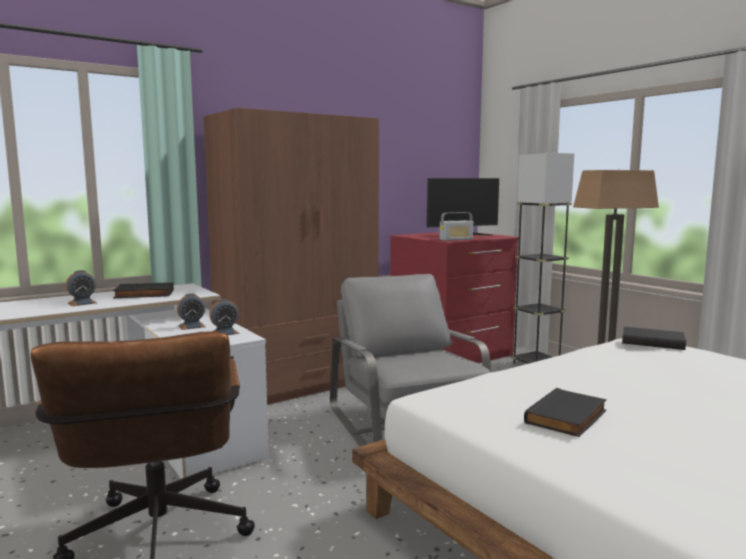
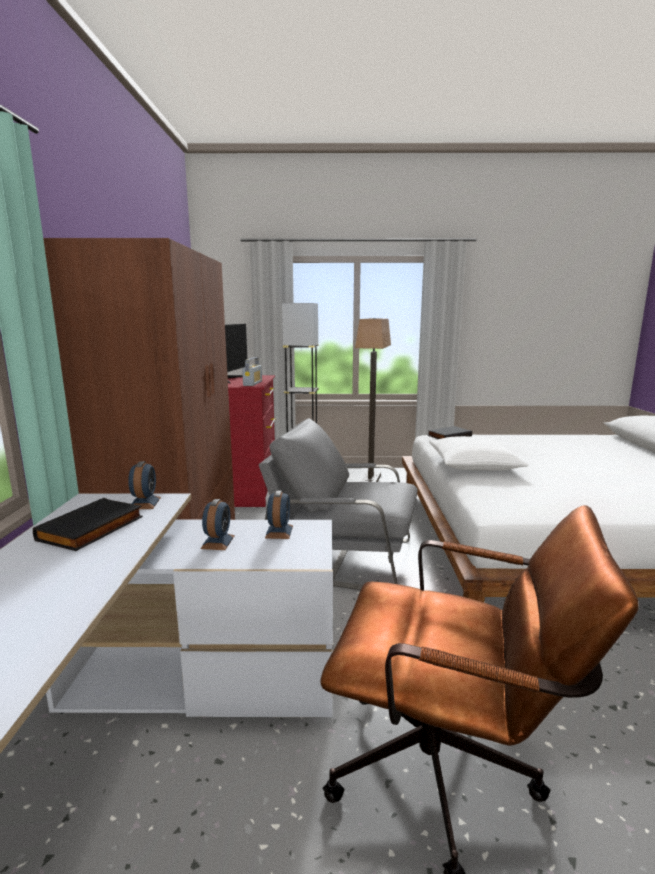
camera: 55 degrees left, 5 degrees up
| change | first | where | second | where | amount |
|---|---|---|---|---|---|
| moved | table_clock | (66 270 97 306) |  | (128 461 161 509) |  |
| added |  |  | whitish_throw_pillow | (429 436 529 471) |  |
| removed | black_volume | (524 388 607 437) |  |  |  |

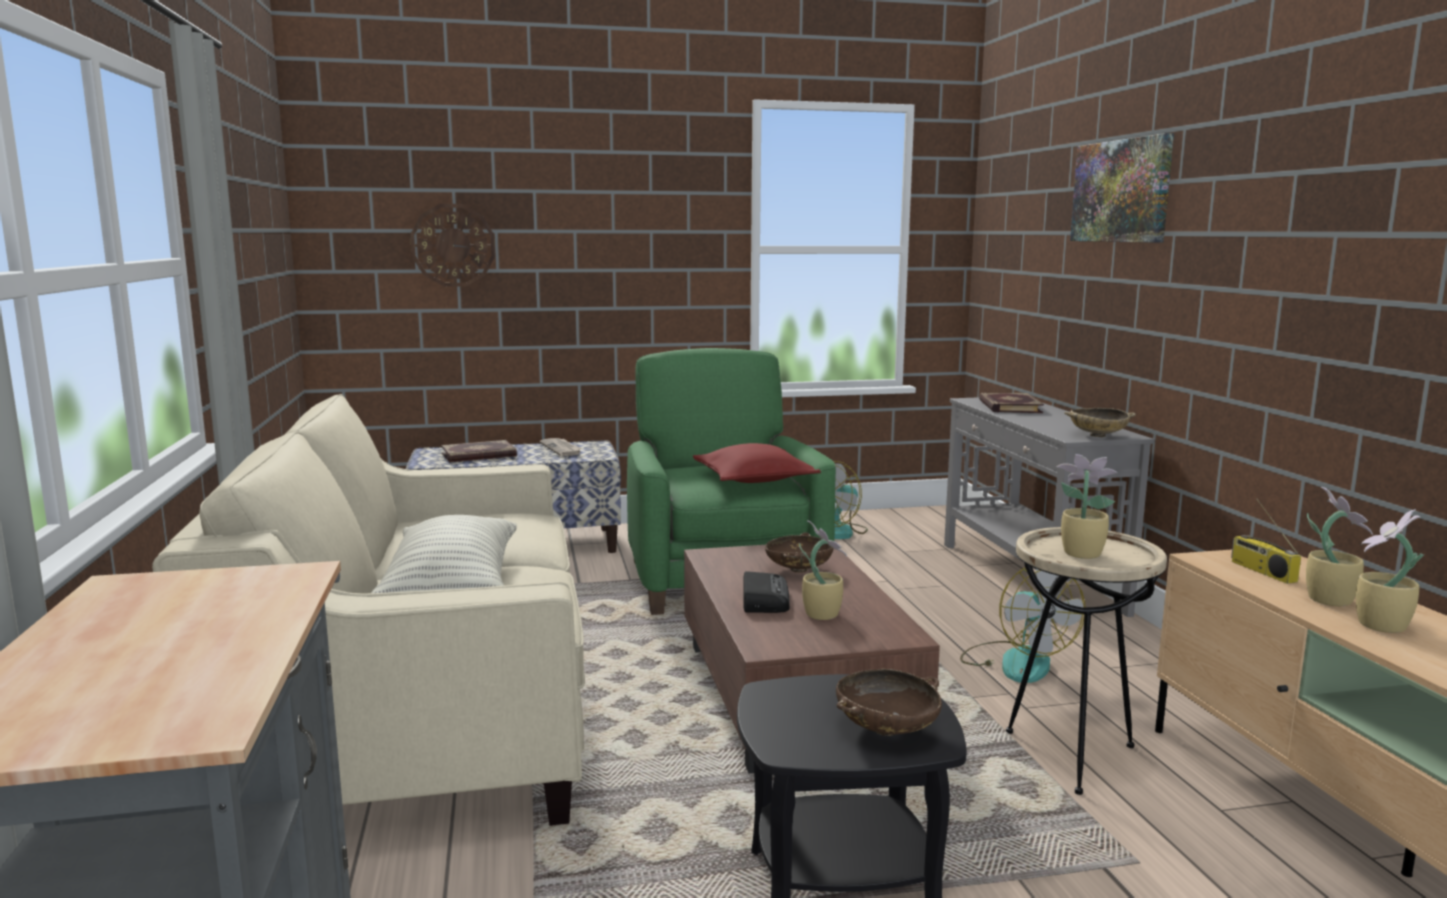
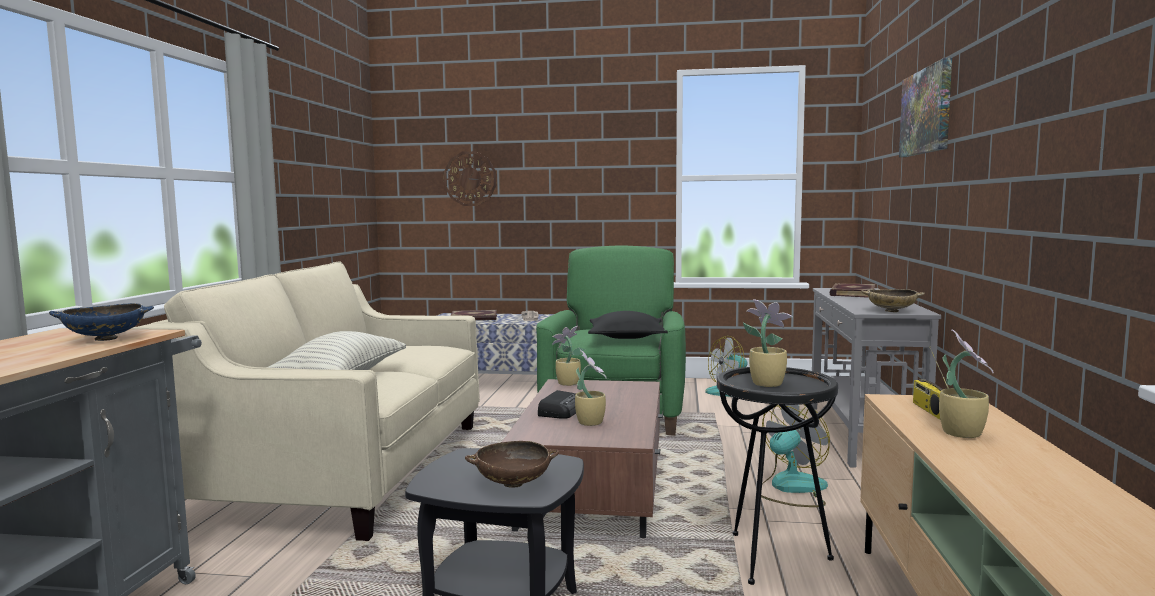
camera: 20 degrees right, 5 degrees down
| change | first | where | second | where | amount |
|---|---|---|---|---|---|
| added |  |  | blue_bowl | (49 303 154 341) |  |
| moved | potted_plant | (1356 509 1424 633) |  | (552 326 585 386) |  |
| recoloured | red_throw_pillow | (693 443 821 483) | black_throw_pillow | (588 311 668 339) |  |
| recoloured | sand-coloured_end_table | (1006 527 1167 795) | black_end_table | (717 367 838 585) |  |
| turned | fan | (960 567 1085 683) |  | (761 404 830 507) | 135 degrees counterclockwise |
| removed | brown_bowl | (765 533 833 573) |  |  |  |

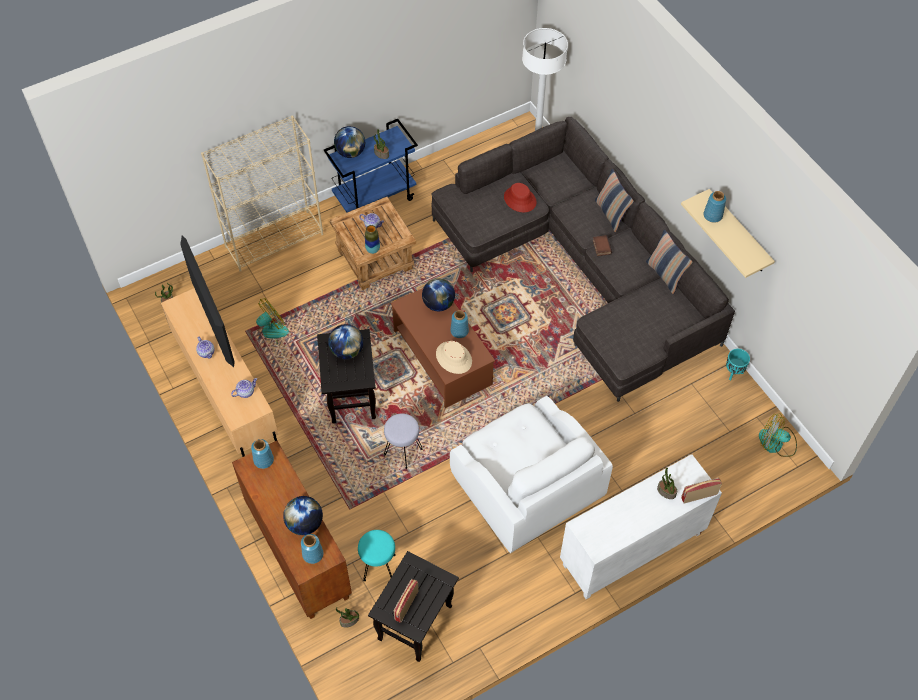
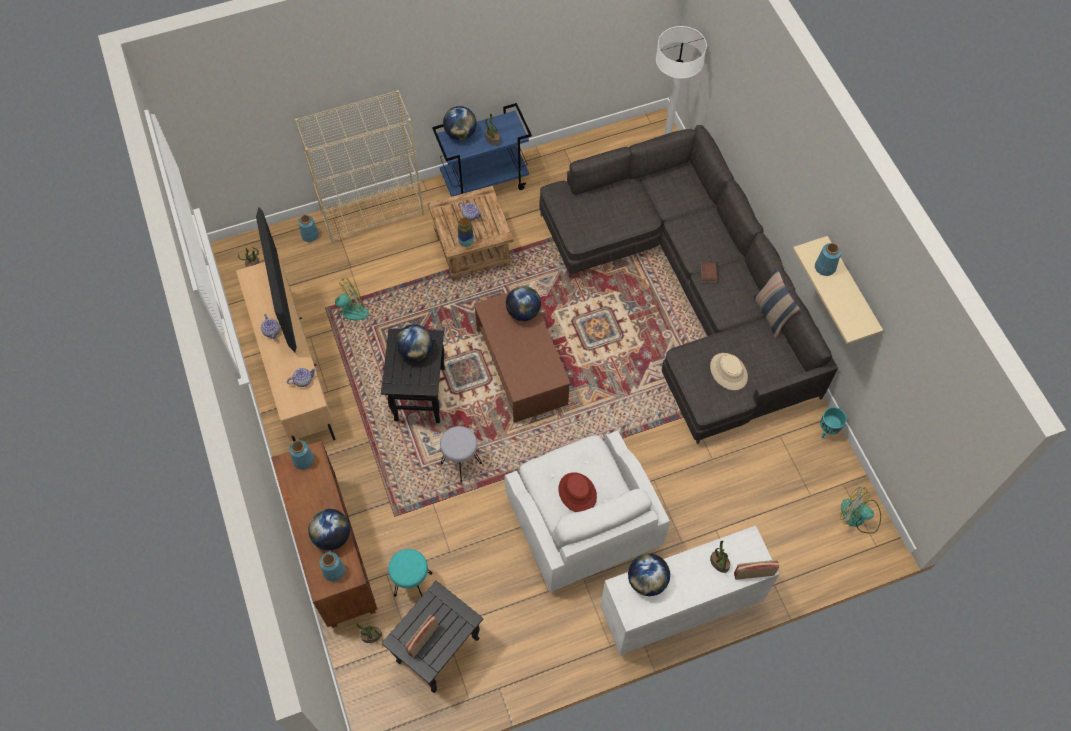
camera: 10 degrees right, 5 degrees up
| change | first | where | second | where | amount |
|---|---|---|---|---|---|
| moved | blue_decorative_vase | (450 310 469 338) |  | (298 215 319 242) |  |
| moved | red_clothing_hat | (504 183 537 212) |  | (558 472 597 512) |  |
| added |  |  | desk_globe | (628 554 670 596) |  |
| moved | sand-coloured_clothing_hat | (436 341 472 374) |  | (710 353 748 390) |  |
| removed | throw_pillow | (595 169 634 233) |  |  |  |

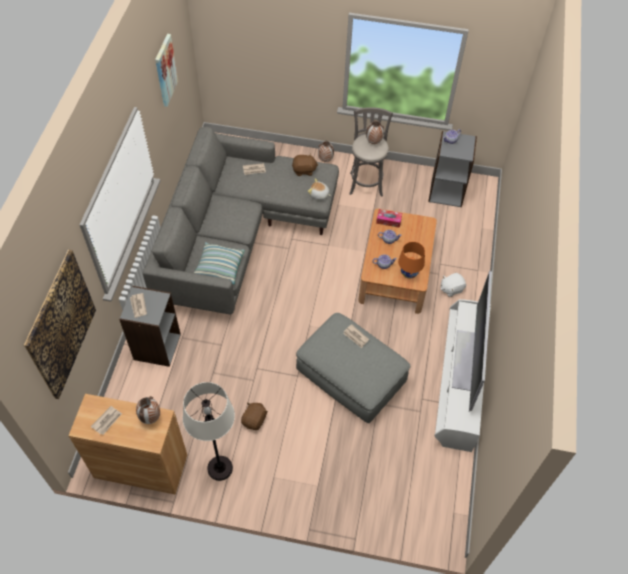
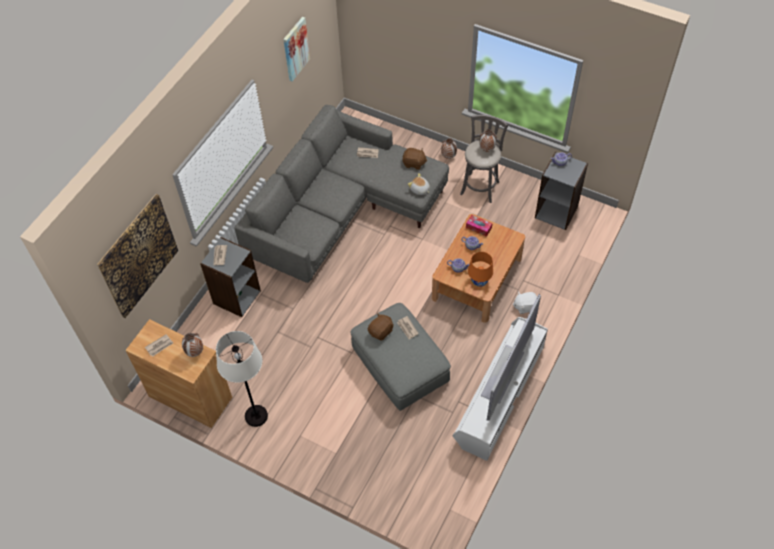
camera: 20 degrees right, 0 degrees up
| change | first | where | second | where | amount |
|---|---|---|---|---|---|
| moved | brown_cuddly_toy | (241 402 268 430) |  | (368 313 394 341) |  |
| removed | throw_pillow | (194 242 244 284) |  |  |  |

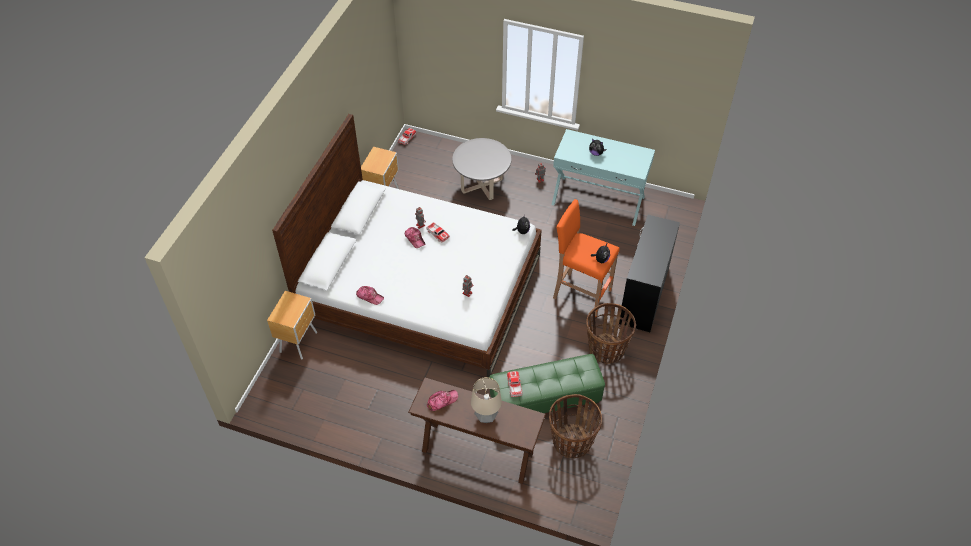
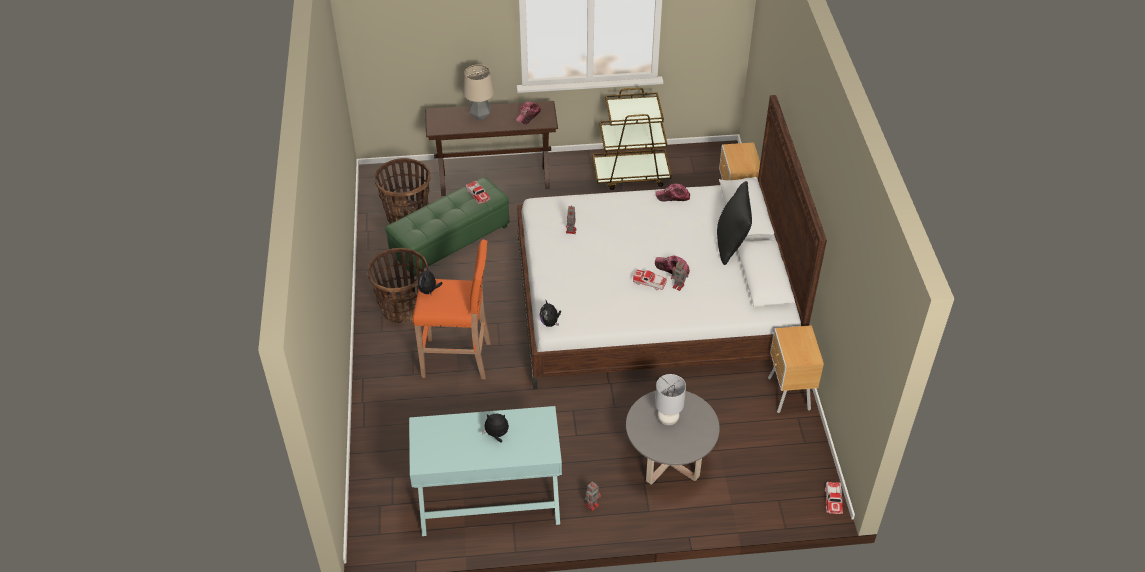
camera: 155 degrees right, 5 degrees down
| change | first | where | second | where | amount |
|---|---|---|---|---|---|
| added |  |  | brown_wheeled_cart | (593 88 672 190) |  |
| added |  |  | grey_table_lamp | (655 374 686 425) |  |
| added |  |  | black_throw_pillow | (717 181 752 265) |  |
| removed | black_desk_table | (619 215 680 332) |  |  |  |

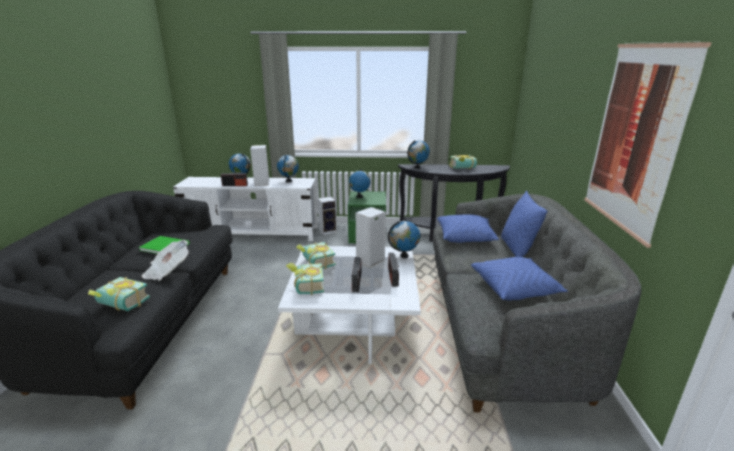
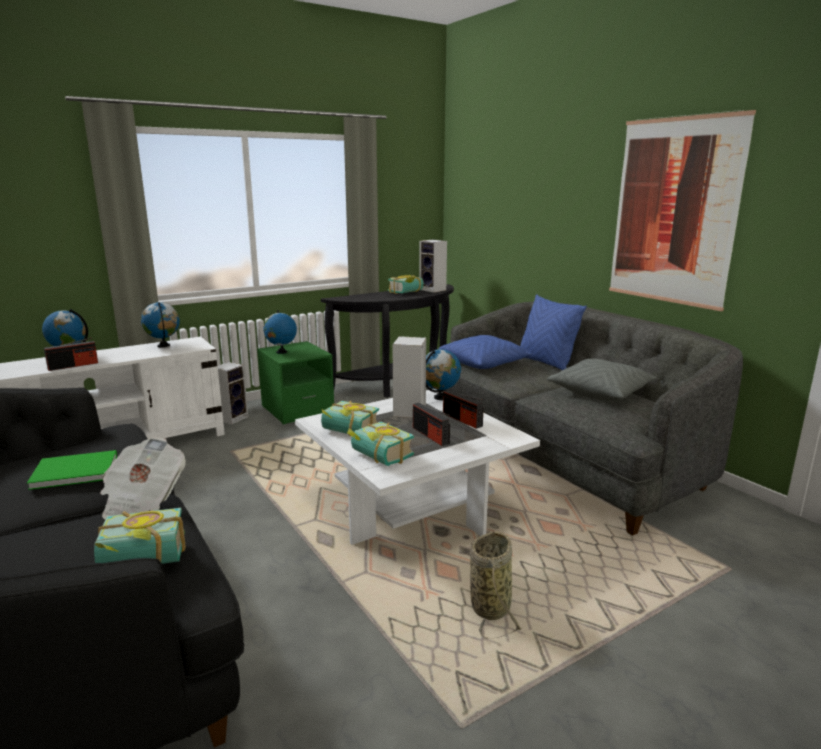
camera: 35 degrees left, 5 degrees down
| change | first | where | second | where | amount |
|---|---|---|---|---|---|
| moved | audio_speaker | (250 145 269 186) |  | (419 240 447 293) |  |
| added |  |  | household_basket | (470 531 522 639) |  |
| recoloured | blue_throw_pillow | (471 257 568 301) | grey_throw_pillow | (547 359 657 401) |  |
| removed | desk_globe | (408 140 430 169) |  |  |  |

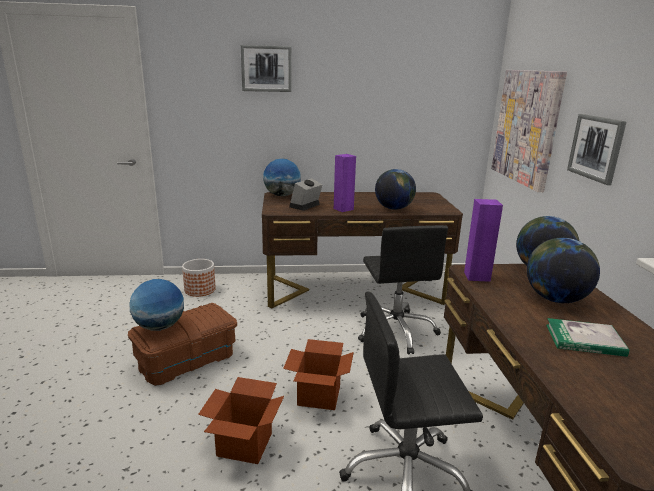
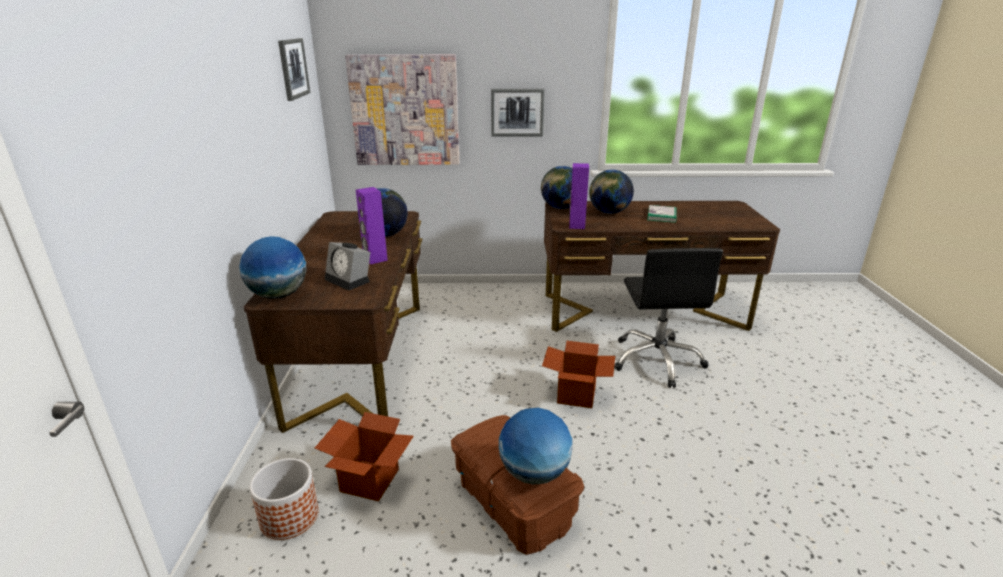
camera: 85 degrees left, 5 degrees up
| change | first | where | second | where | amount |
|---|---|---|---|---|---|
| moved | wall_art | (241 45 291 92) |  | (278 38 311 101) |  |
| moved | cardboard_box | (198 377 284 464) |  | (315 412 414 501) |  |
| removed | black_desk_chair | (358 225 448 355) |  |  |  |

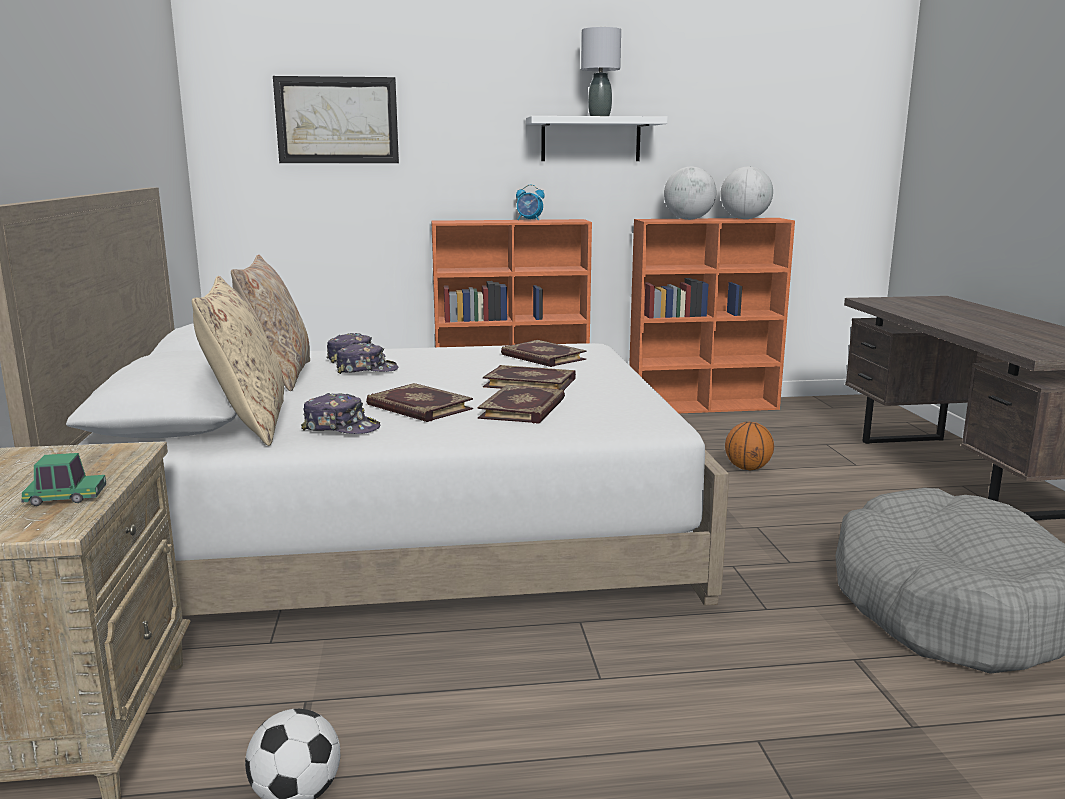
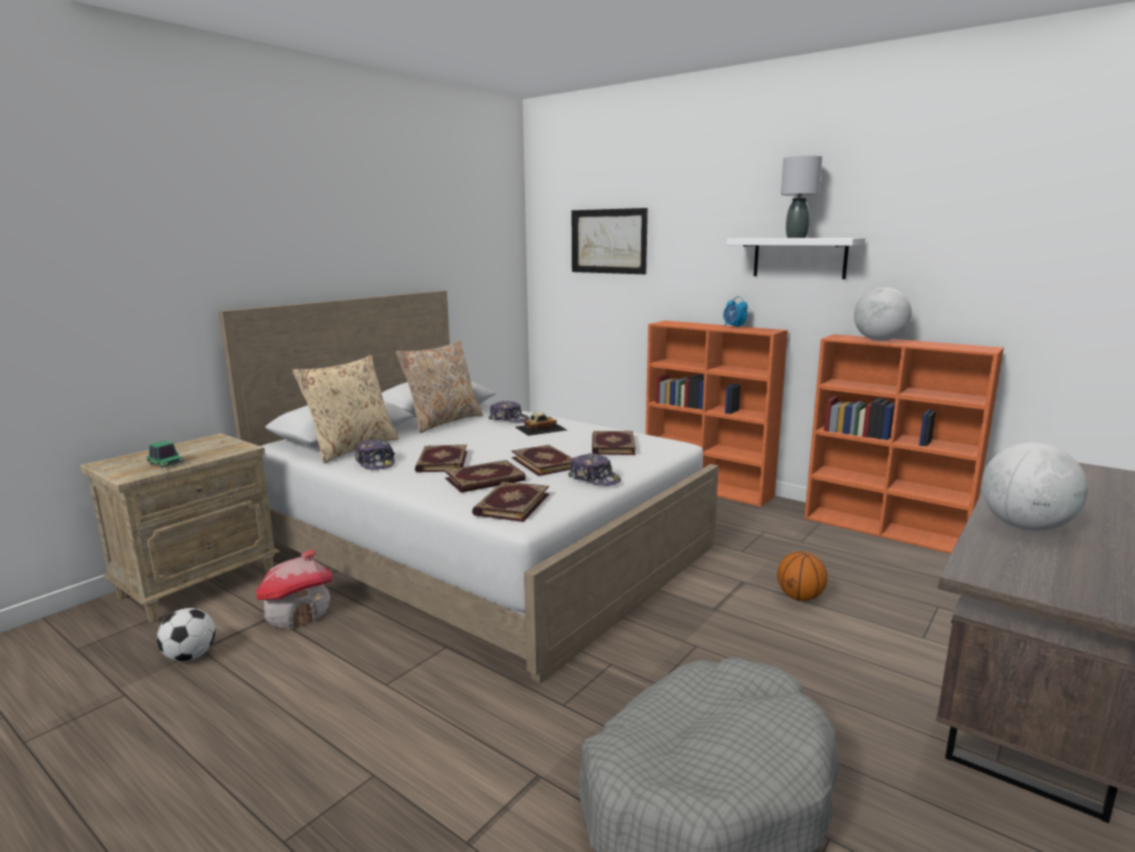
camera: 45 degrees right, 0 degrees up
| change | first | where | second | where | amount |
|---|---|---|---|---|---|
| added |  |  | toy_house | (256 550 332 630) |  |
| added |  |  | volume | (472 481 549 522) |  |
| added |  |  | model_car | (515 412 567 436) |  |
| moved | peaked_cap | (336 343 398 374) |  | (568 453 621 486) |  |
| moved | desk_globe | (720 167 773 219) |  | (982 443 1088 531) |  |

